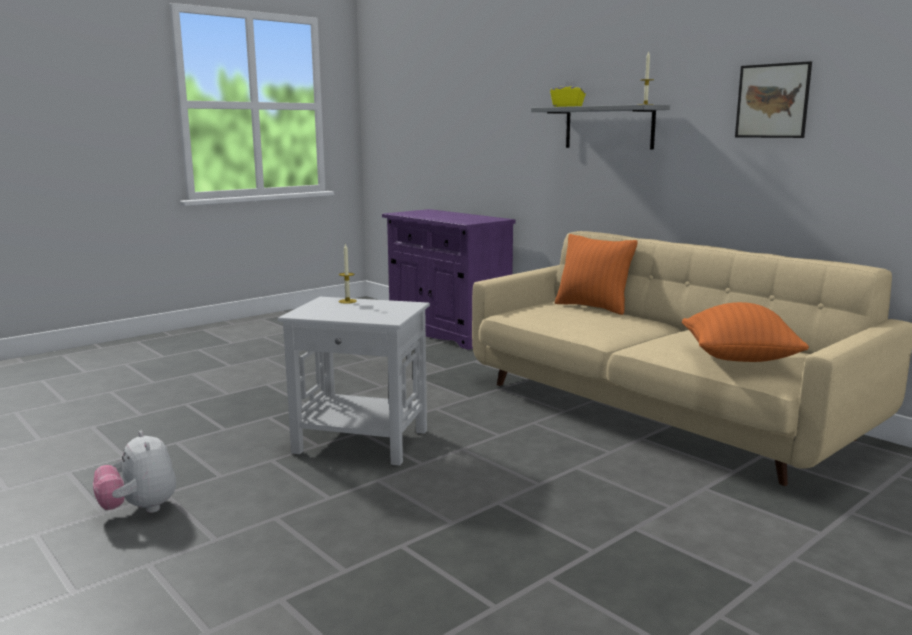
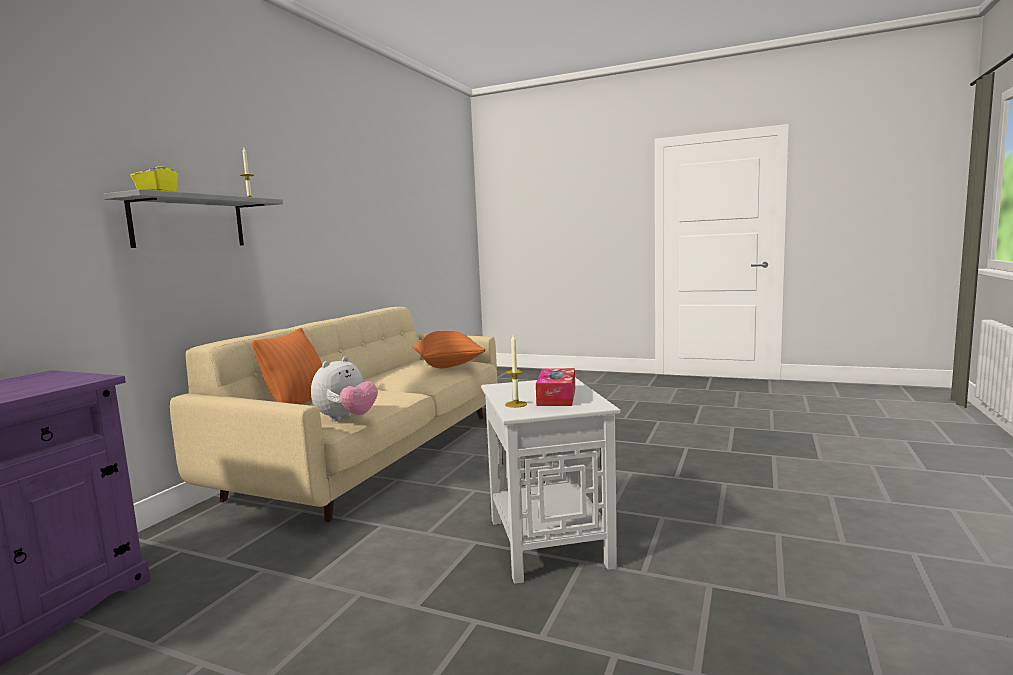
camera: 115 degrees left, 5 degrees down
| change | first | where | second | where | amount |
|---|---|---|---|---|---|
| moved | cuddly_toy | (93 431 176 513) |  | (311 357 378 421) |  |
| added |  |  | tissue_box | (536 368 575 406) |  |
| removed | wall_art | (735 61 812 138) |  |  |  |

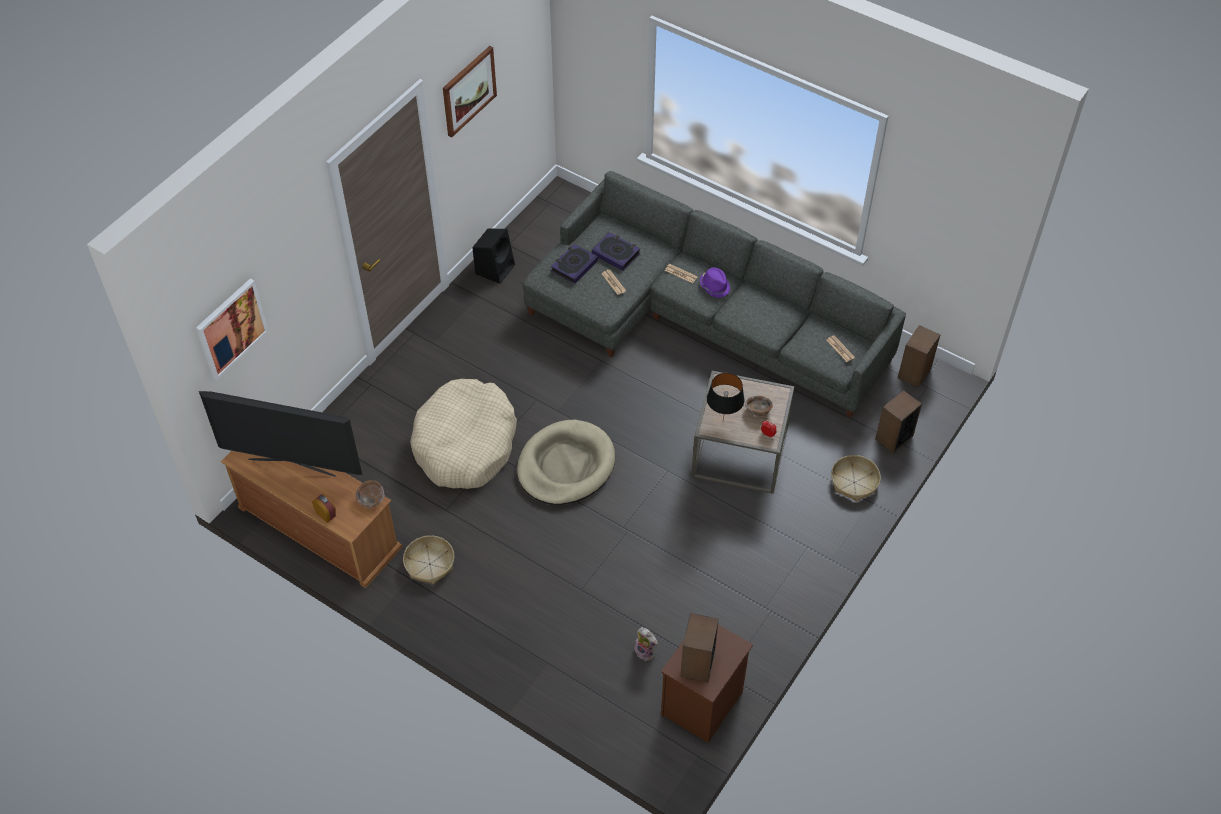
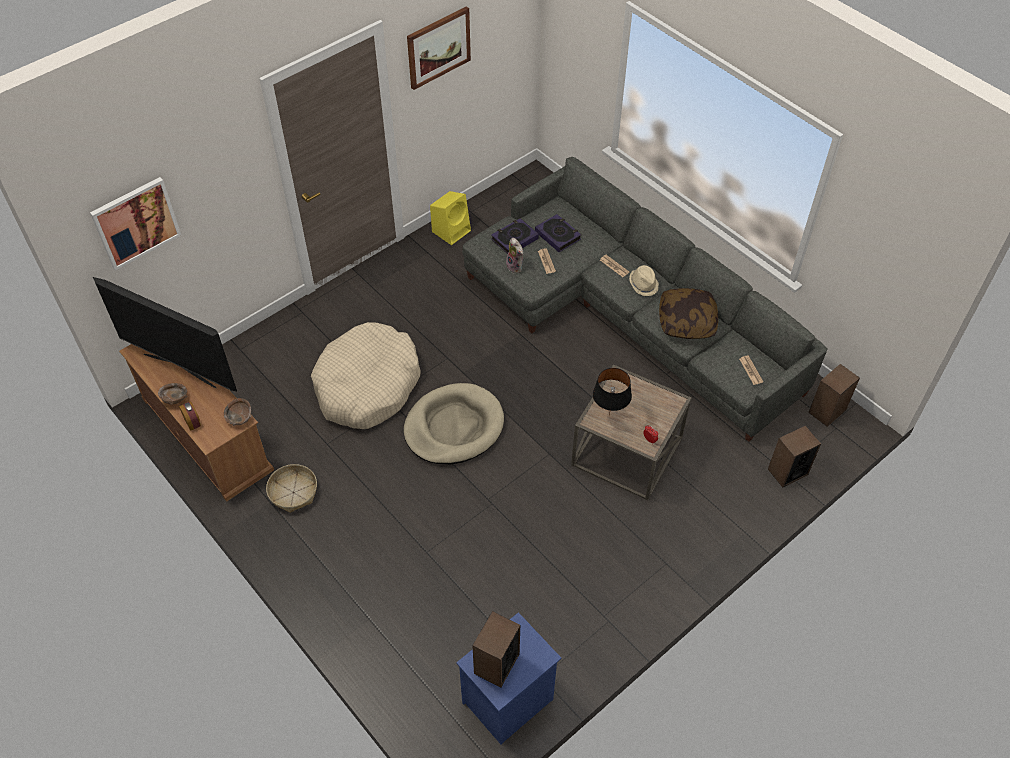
camera: 15 degrees right, 0 degrees up
| change | first | where | second | where | amount |
|---|---|---|---|---|---|
| moved | brown_bowl | (745 396 773 416) |  | (158 383 187 405) |  |
| recoloured | black_audio_speaker | (473 229 515 284) | yellow_audio_speaker | (430 191 471 245) |  |
| recoloured | brown_nightstand | (661 615 753 743) | blue_nightstand | (456 612 561 744) |  |
| moved | cuddly_toy | (634 627 658 661) |  | (505 238 523 273) |  |
| recoloured | purple_clothing_hat | (700 267 730 298) | sand-coloured_clothing_hat | (629 265 659 296) |  |
| added |  |  | throw_pillow | (659 288 718 339) |  |
| removed | household_basket | (831 455 881 501) |  |  |  |

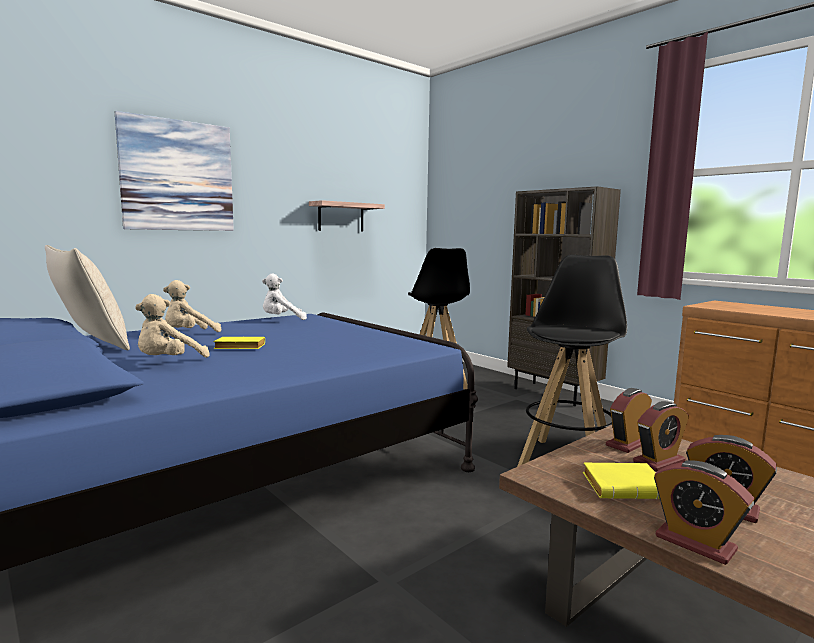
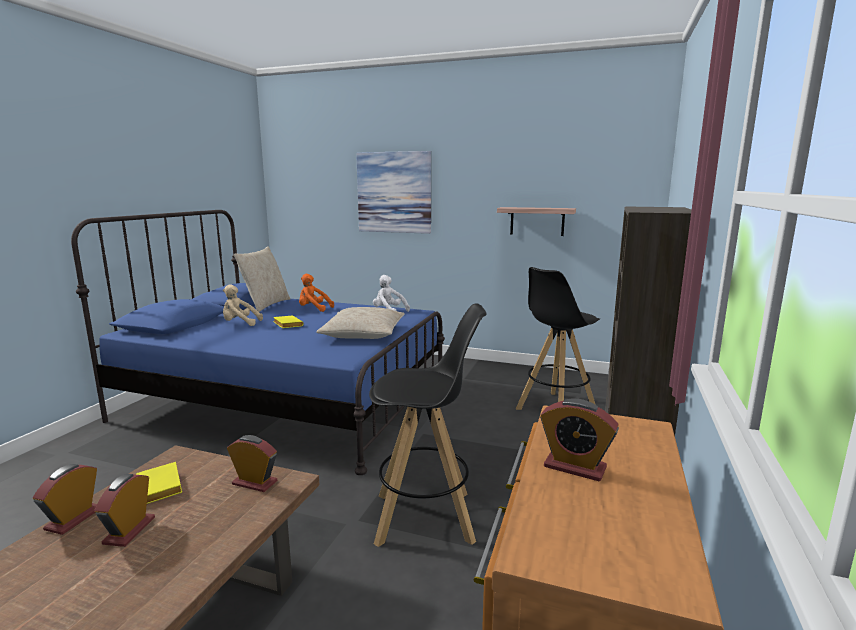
camera: 60 degrees right, 5 degrees up
| change | first | where | second | where | amount |
|---|---|---|---|---|---|
| recoloured | sand-coloured_cuddly_toy | (163 280 222 332) | orangey_cuddly_toy | (299 274 334 312) |  |
| added |  |  | sand-coloured_throw_pillow | (316 307 405 339) |  |
| moved | table_clock | (633 401 689 472) |  | (540 399 619 481) |  |

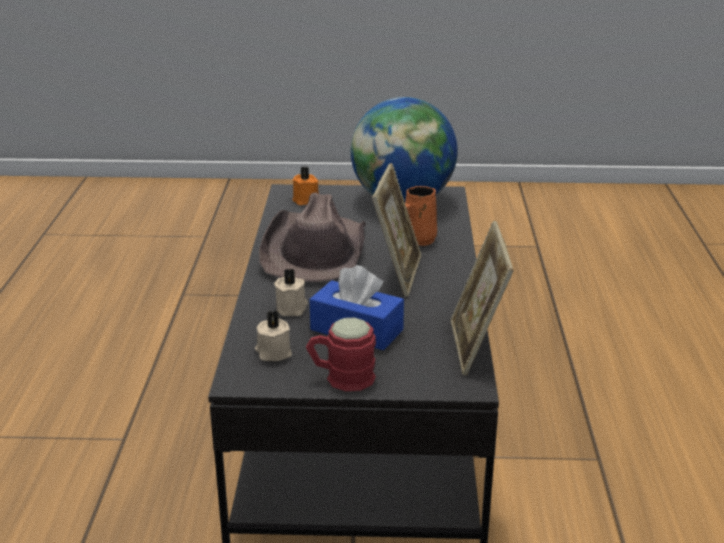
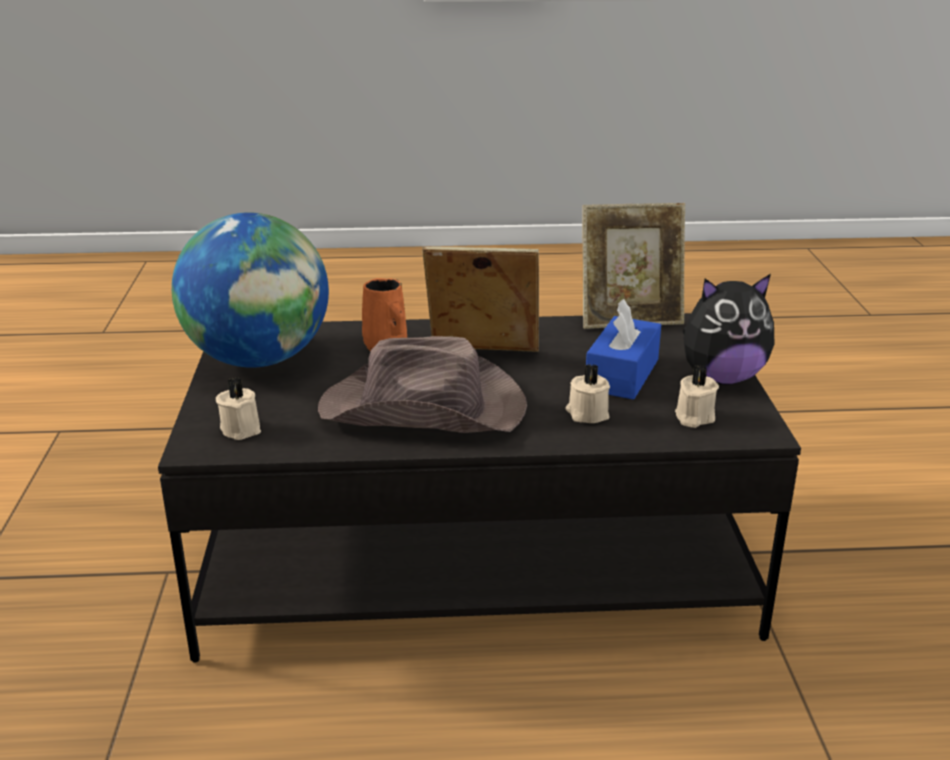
camera: 95 degrees left, 0 degrees up
| change | first | where | second | where | amount |
|---|---|---|---|---|---|
| recoloured | orangey_wax_light | (292 167 319 205) | sand-coloured_wax_light | (216 377 261 440) |  |
| replaced | red_coffee_mug | (306 318 376 391) | cuddly_toy | (682 274 774 385) |  |

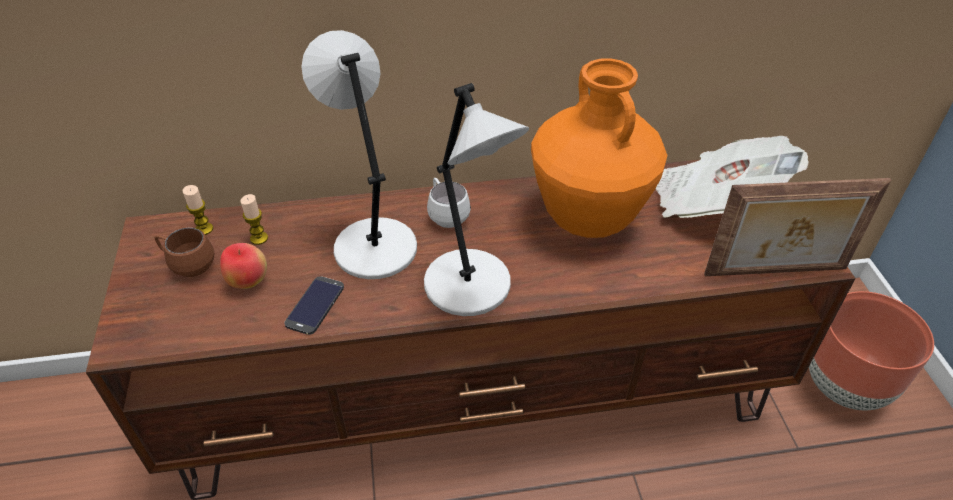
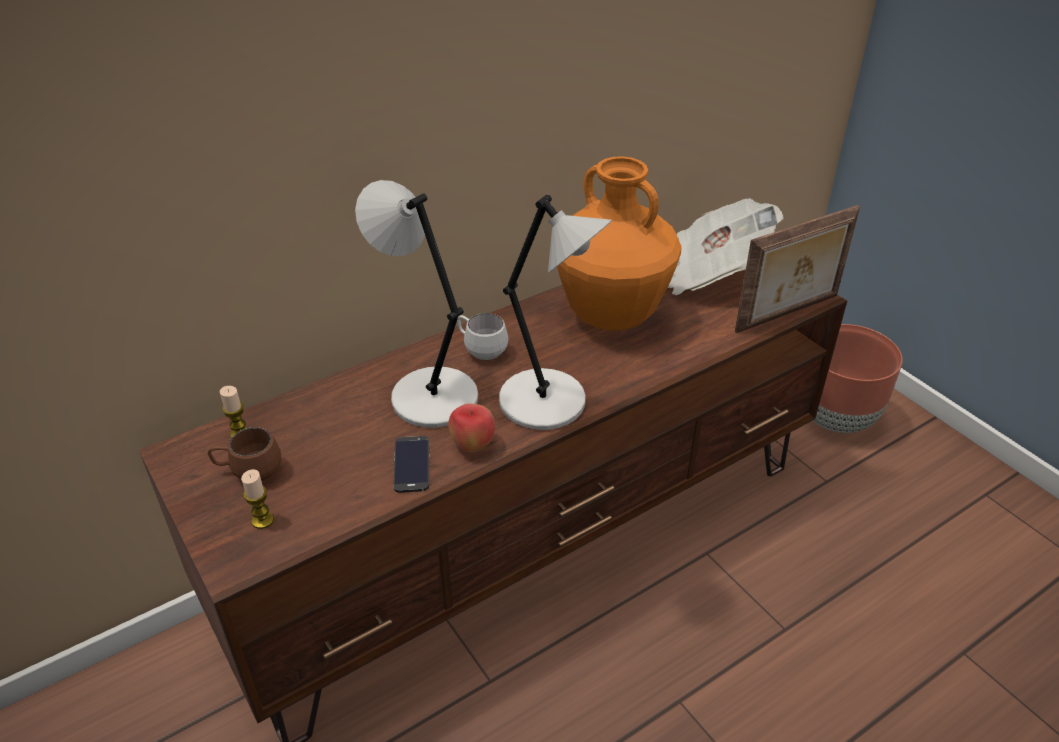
camera: 25 degrees left, 5 degrees down
| change | first | where | second | where | amount |
|---|---|---|---|---|---|
| moved | wax_light | (240 194 268 245) |  | (241 469 274 529) |  |
| moved | whole_apple | (220 243 267 289) |  | (448 403 495 452) |  |

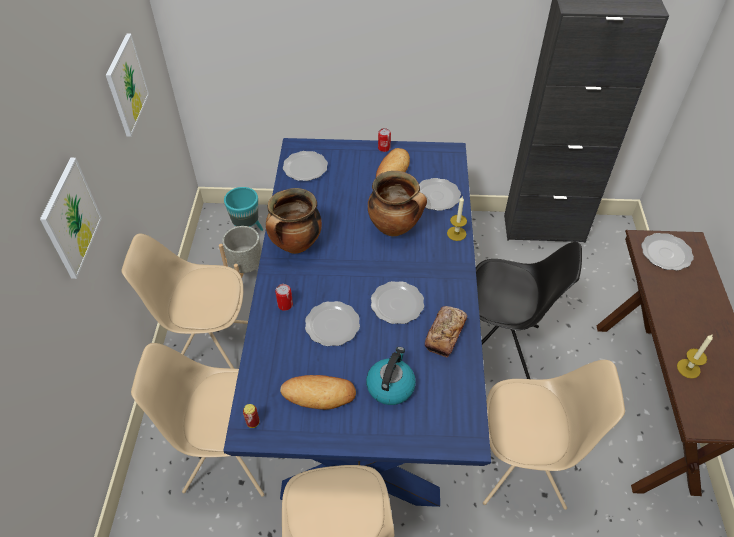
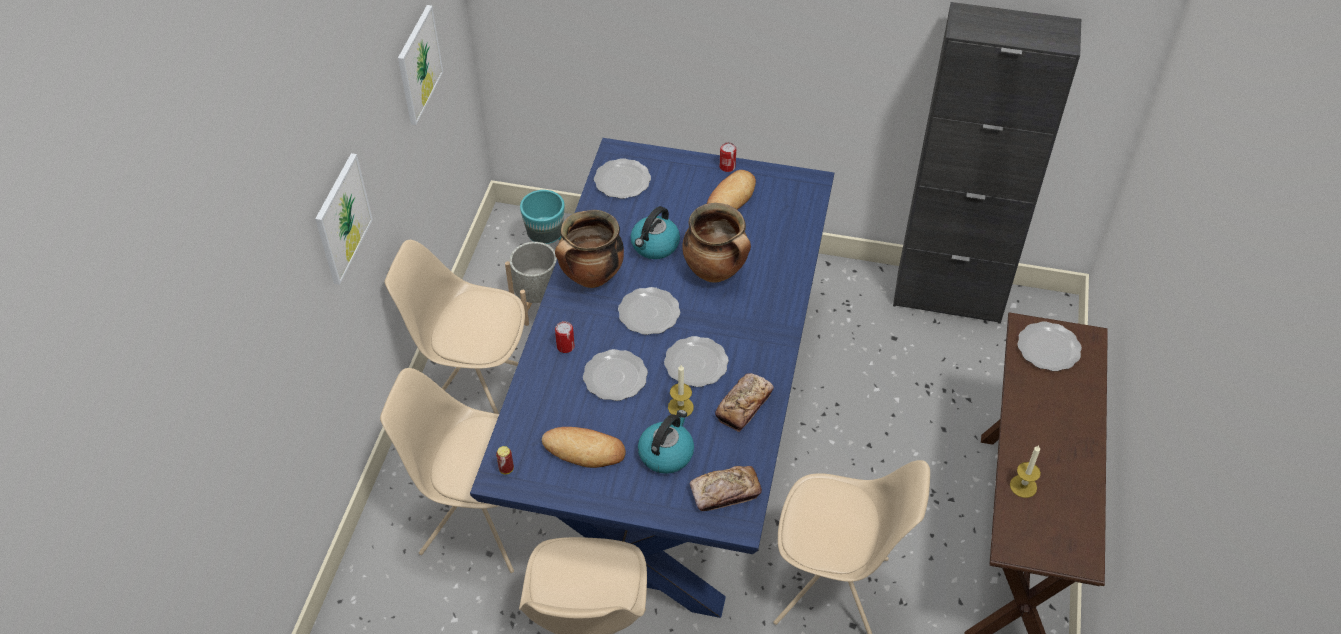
camera: 10 degrees right, 0 degrees up
| change | first | where | second | where | amount |
|---|---|---|---|---|---|
| moved | plate | (419 178 461 211) |  | (618 287 680 335) |  |
| added |  |  | water_kettle | (631 206 680 259) |  |
| moved | wax_light | (447 197 467 241) |  | (668 365 694 416) |  |
| added |  |  | bakery_bread | (690 466 762 511) |  |
| removed | black_chair | (476 242 582 379) |  |  |  |

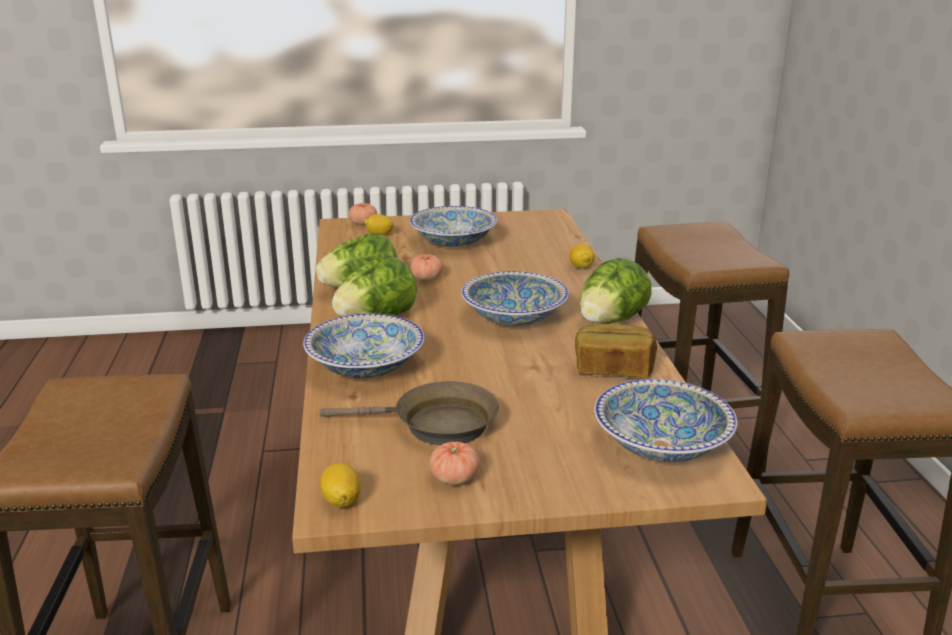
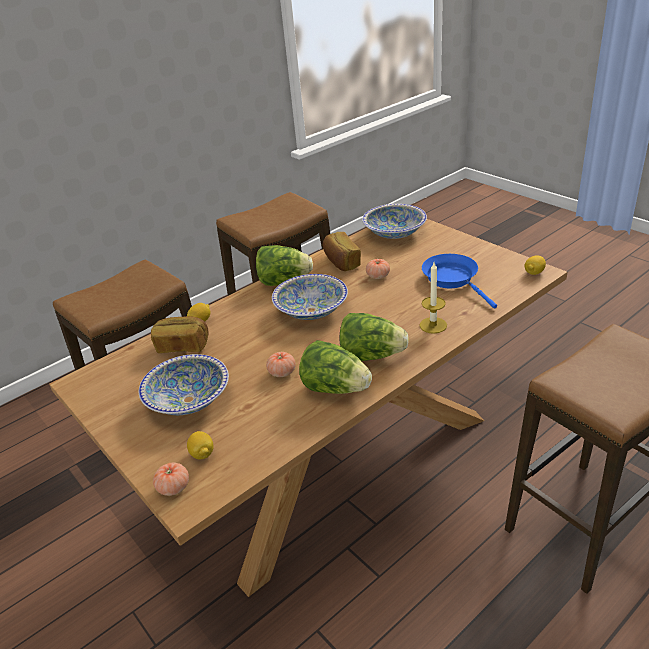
camera: 120 degrees left, 10 degrees up
| change | first | where | second | where | amount |
|---|---|---|---|---|---|
| added |  |  | bakery_bread | (151 317 208 353) |  |
| moved | tomato | (429 442 480 485) |  | (366 259 390 279) |  |
| replaced | bowl | (303 313 424 378) | wax_light | (419 263 447 334) |  |
| recoloured | brown_skillet | (320 381 499 445) | blue_skillet | (422 254 497 308) |  |

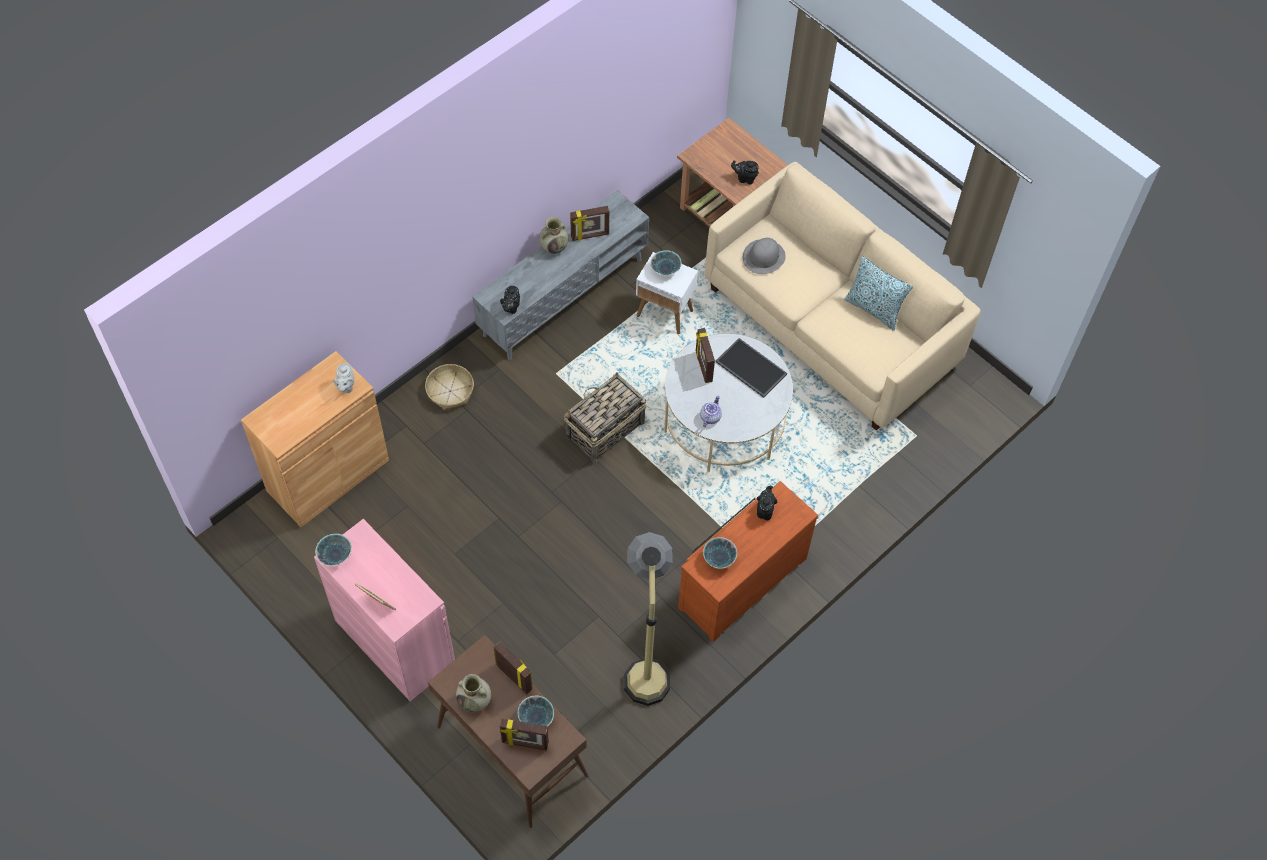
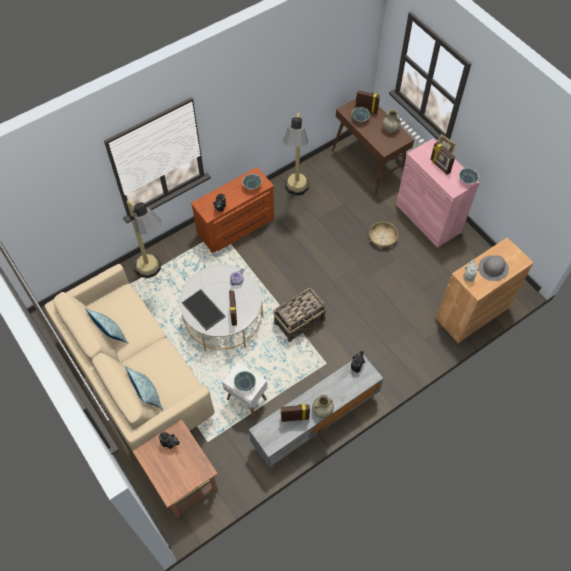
camera: 170 degrees left, 0 degrees up
| change | first | where | second | where | amount |
|---|---|---|---|---|---|
| added |  |  | throw_pillow | (125 366 163 410) |  |
| added |  |  | standing_lamp | (127 200 162 278) |  |
| moved | household_basket | (425 364 474 410) |  | (369 222 398 249) |  |
| moved | standing_frame | (493 642 533 694) |  | (430 142 455 175) |  |
| moved | grey_clothing_hat | (743 238 786 274) |  | (478 255 509 281) |  |

